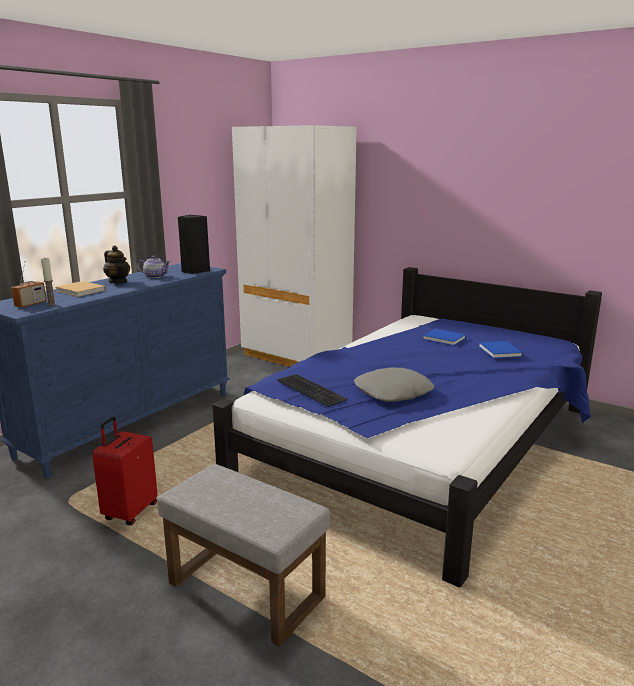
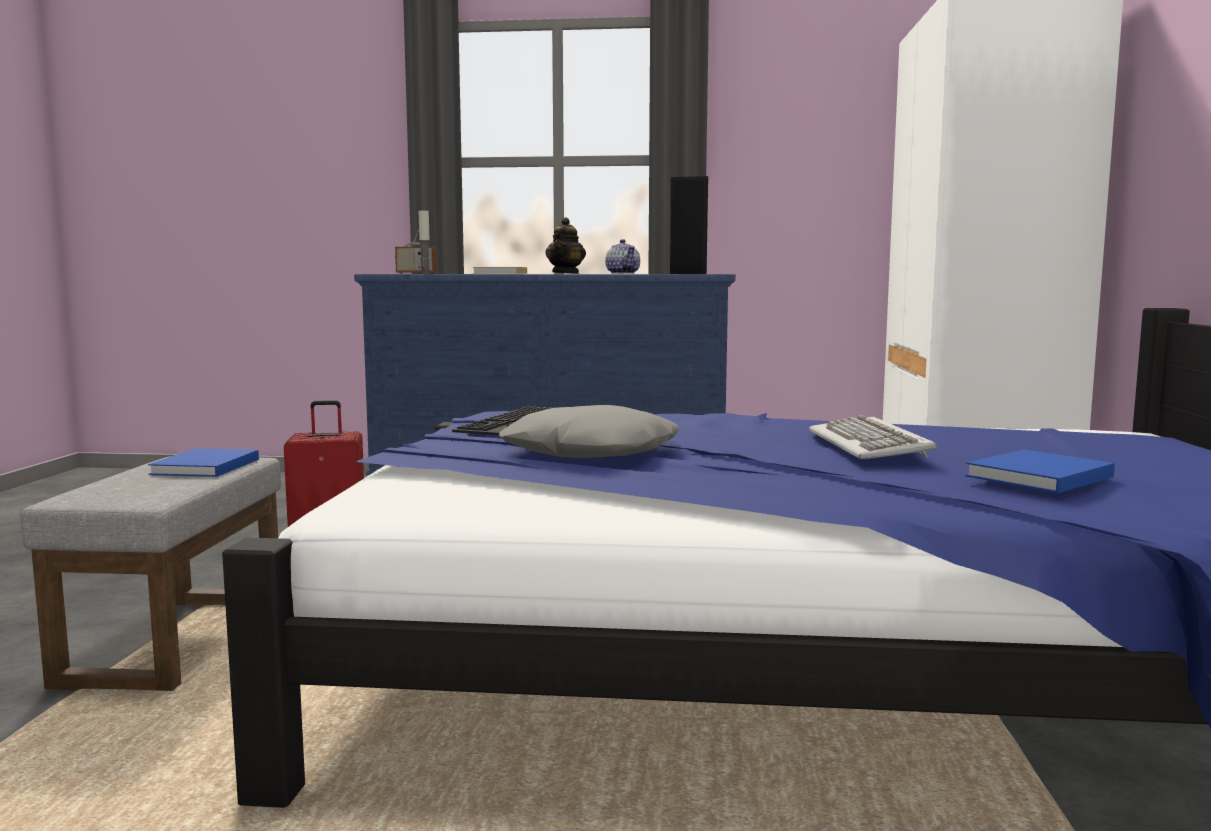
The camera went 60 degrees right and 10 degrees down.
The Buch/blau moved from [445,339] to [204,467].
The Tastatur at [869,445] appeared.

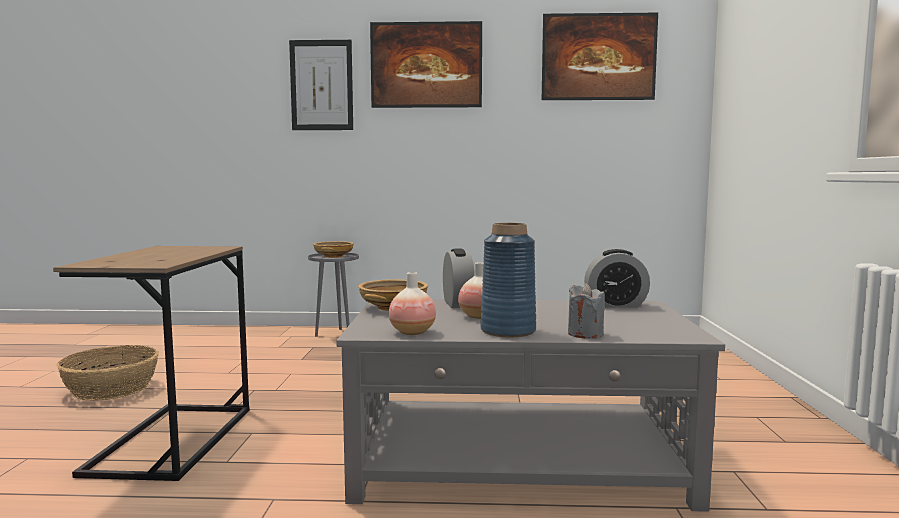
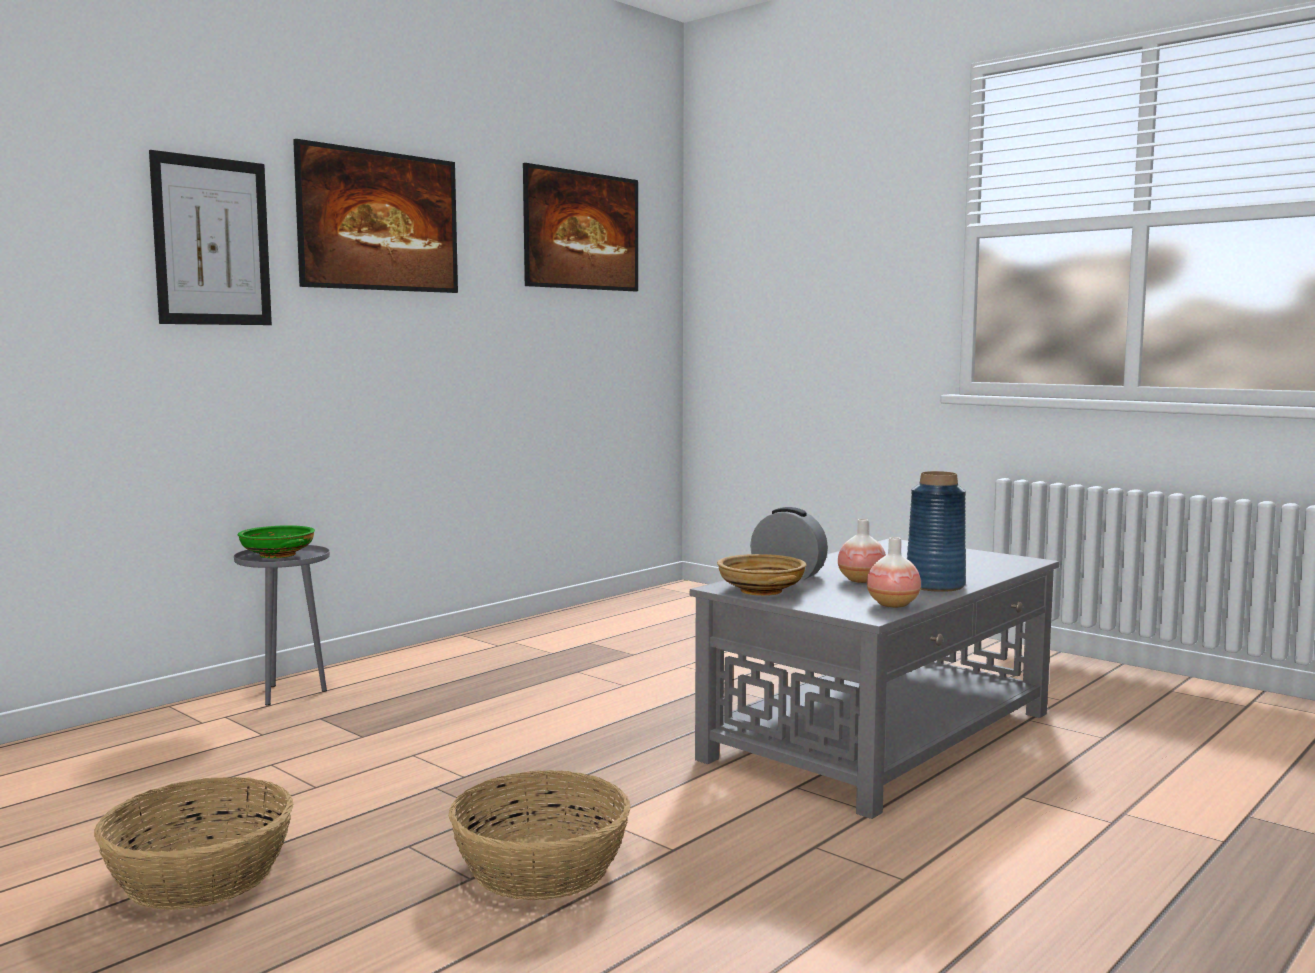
The camera went 50 degrees left and 0 degrees up.
The Schüssel/beige at [333,256] became the Schüssel/grün at [277,555].
The Beistelltisch/braun at [172,440] was replaced by the Korb at [542,867].
The Wecker at [615,305] disappeared.
The Kerze/grau at [585,334] disappeared.

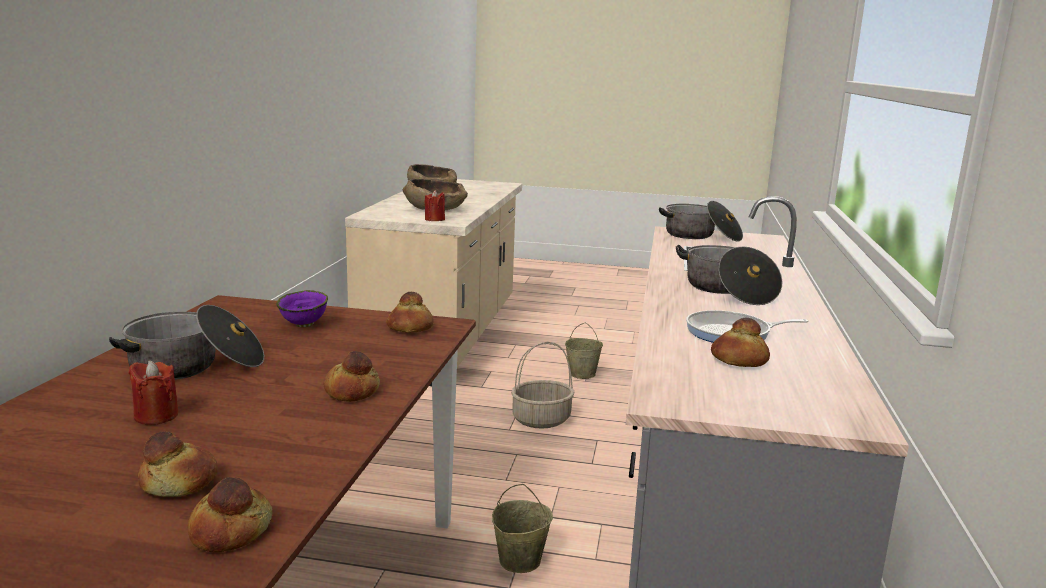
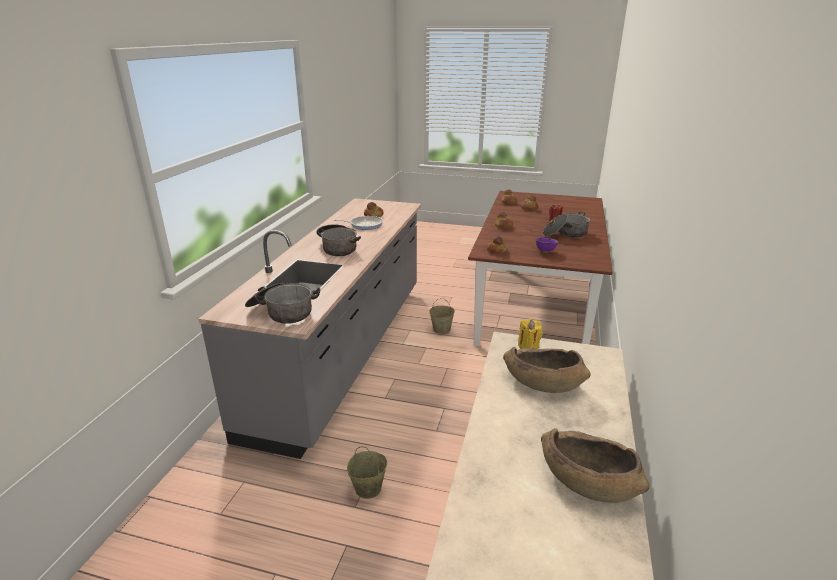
The camera went 175 degrees left and 10 degrees up.
The Kerze/rot at [434,219] became the Kerze/gelb at [528,346].
The Korb at [541,420] disappeared.

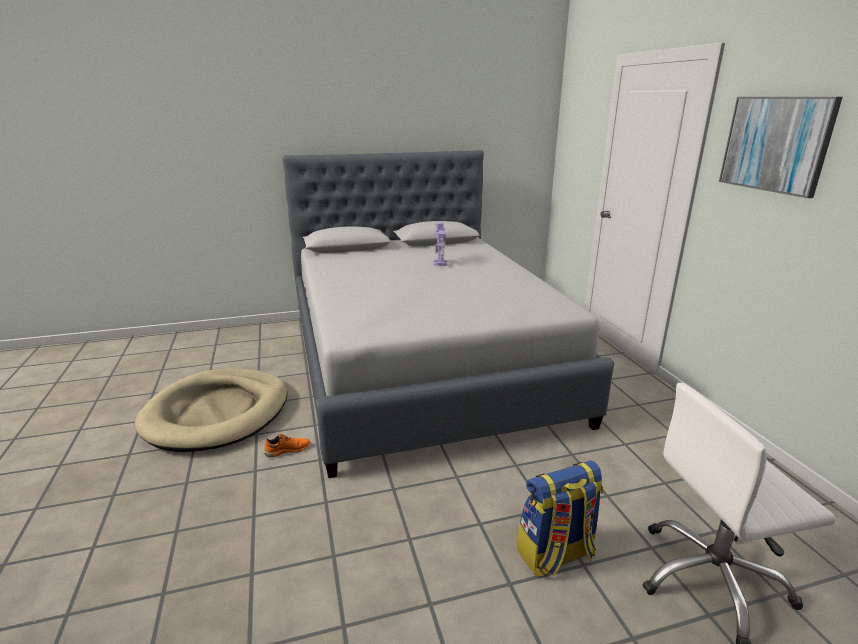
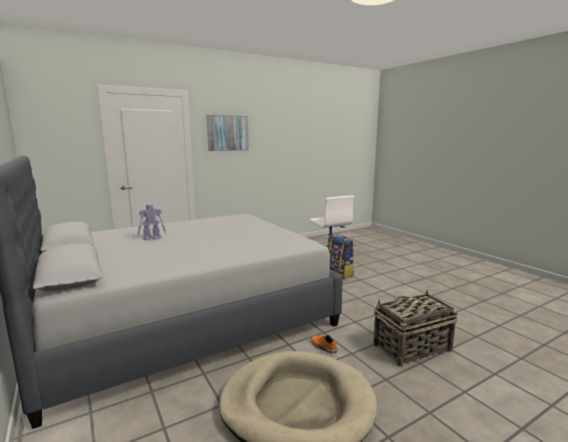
The camera went 105 degrees left and 10 degrees down.
The Korb at [411,347] appeared.

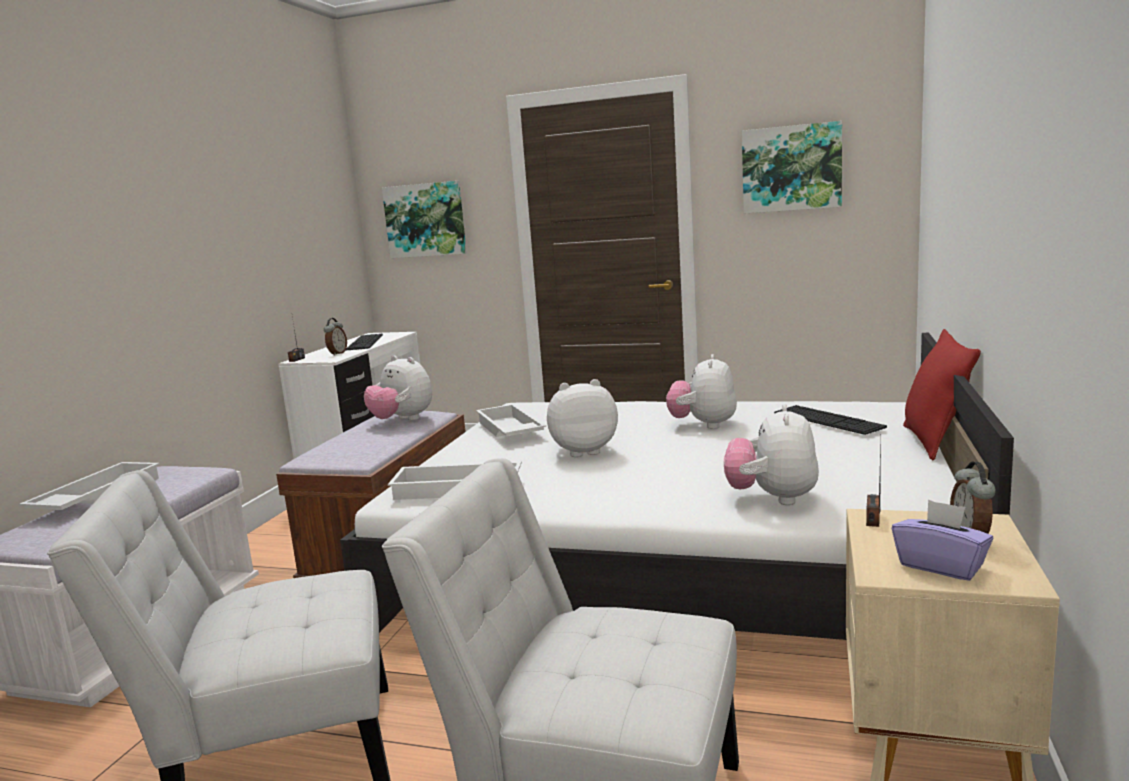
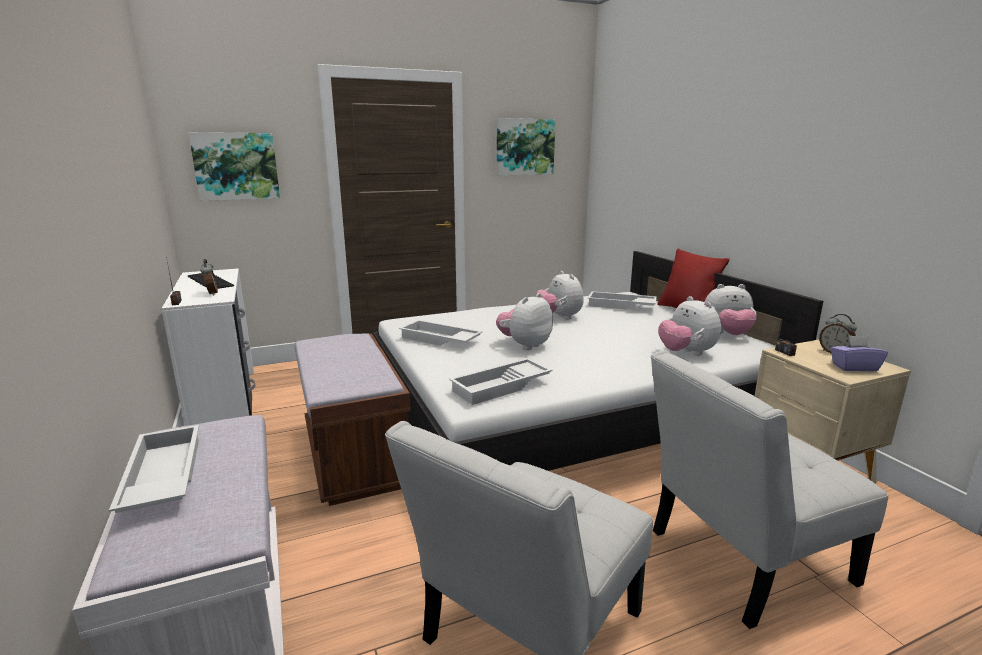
The camera went 40 degrees left and 5 degrees up.
The Plüschtier moved from [402,420] to [727,334].
The Tastatur at [827,420] was replaced by the Tablett/weiß at [620,306].

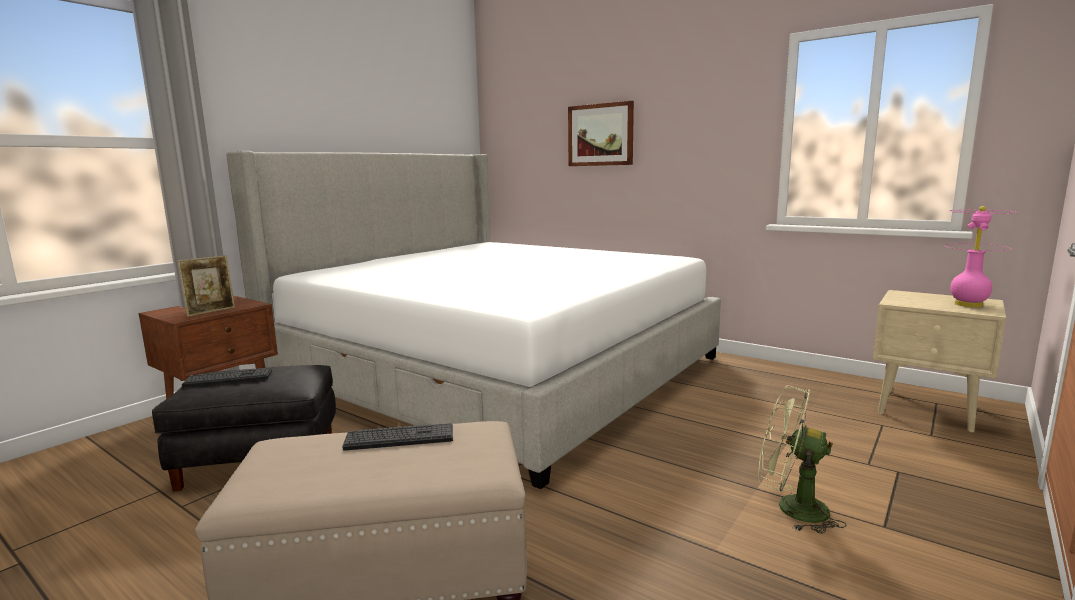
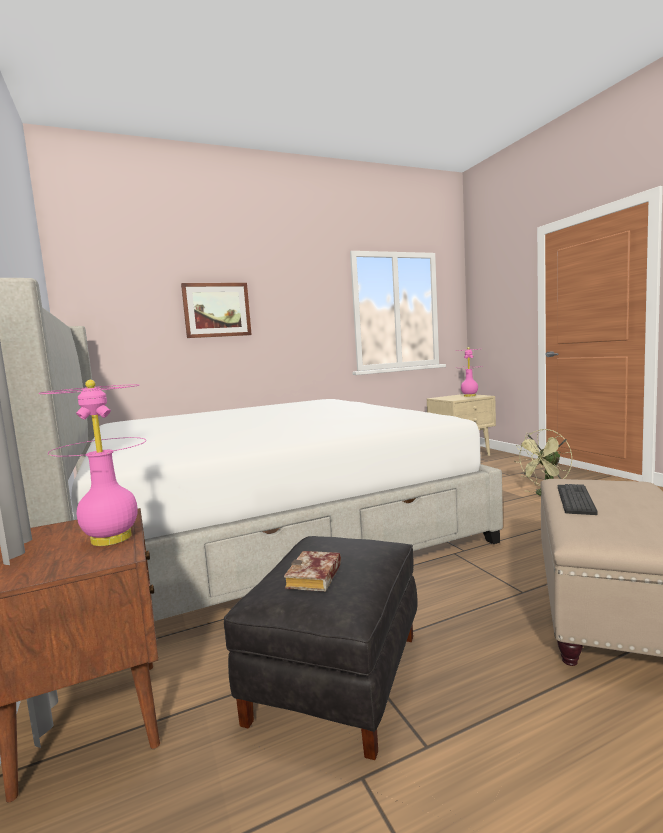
The camera went 60 degrees left and 5 degrees down.
The Bilderrahmen at [211,312] was replaced by the Tischlampe/rosa at [110,538].
The Tastatur at [228,378] was replaced by the Buch at [315,578].

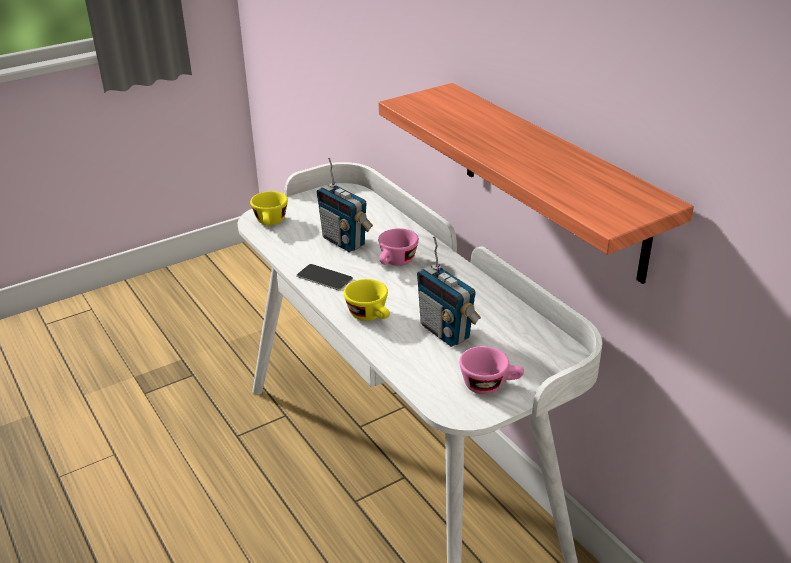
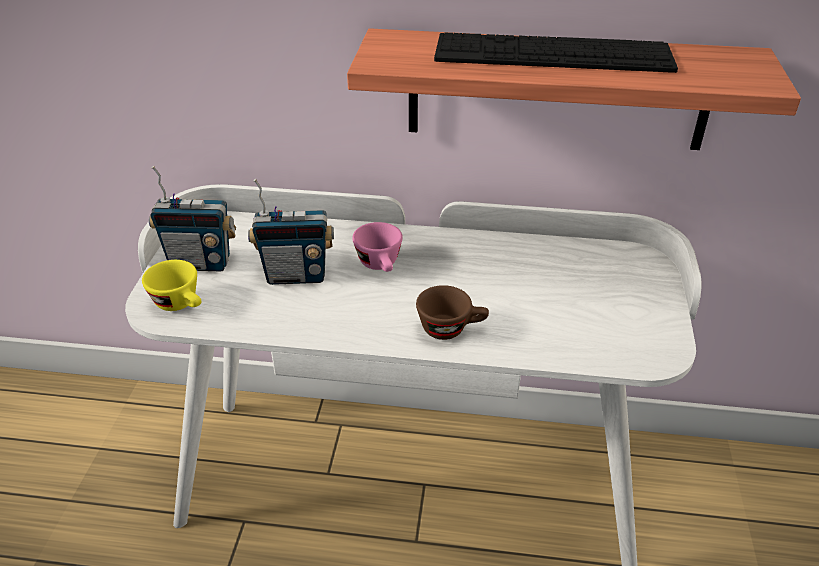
The camera went 50 degrees left and 5 degrees up.
The Radio moved from [445,331] to [200,263].
The Handy at [324,277] disappeared.
The Tasse/gelb at [371,316] became the Tasse/braun at [451,328].
The Tasse/rosa at [490,385] disappeared.
The Tastatur at [552,53] appeared.

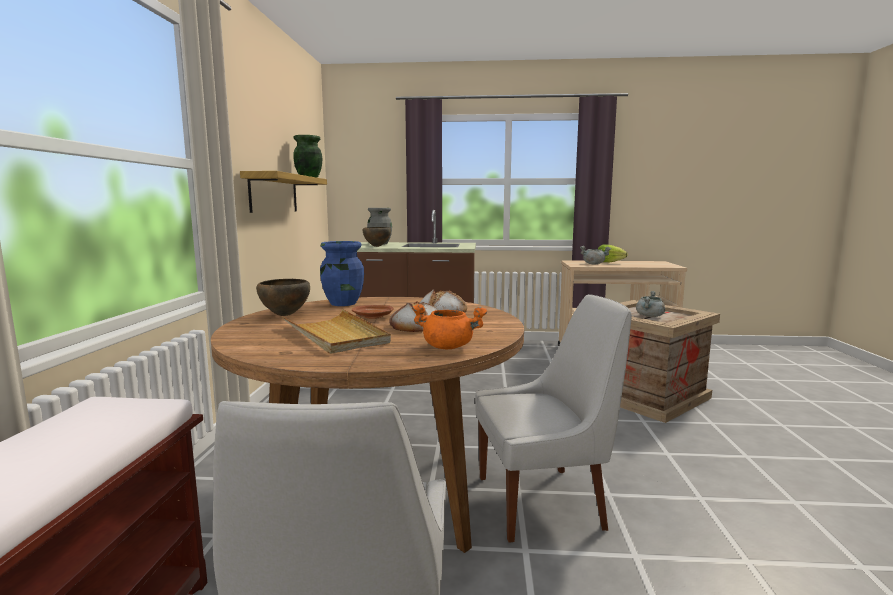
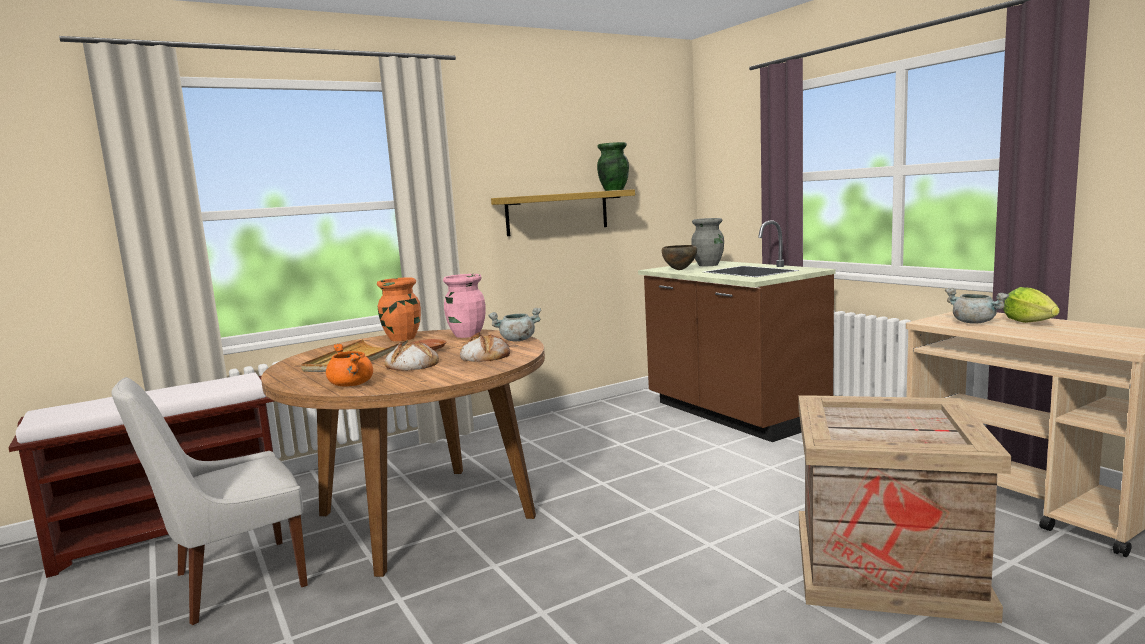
The camera went 55 degrees right and 0 degrees up.
The Vase/blau at [342,303] became the Vase/rosa at [467,335].
The Schüssel/braun at [284,315] was replaced by the Vase/orange at [401,338].
The Kochtopf/grau moved from [650,316] to [517,340].
The Stuhl/weiß at [544,502] disappeared.

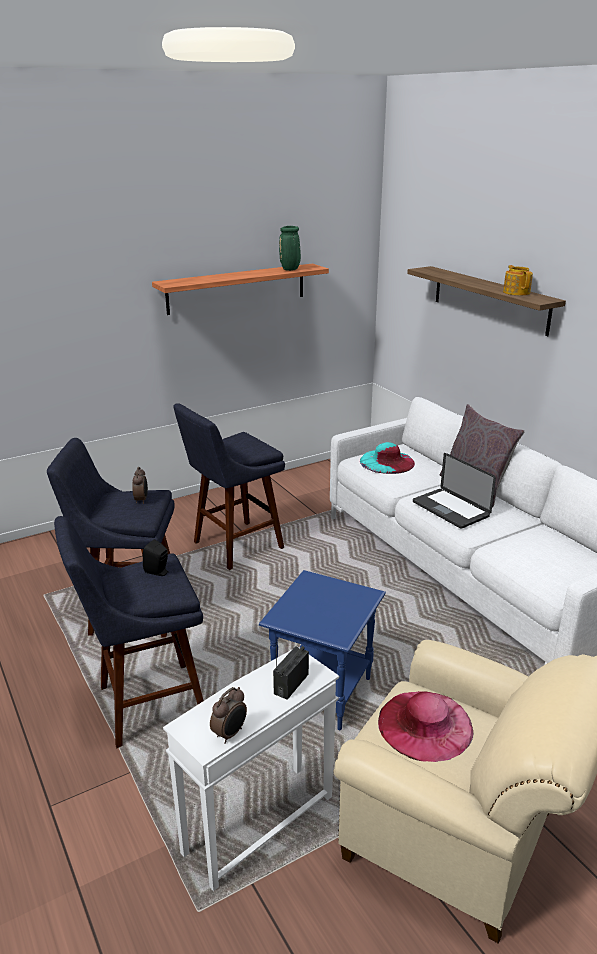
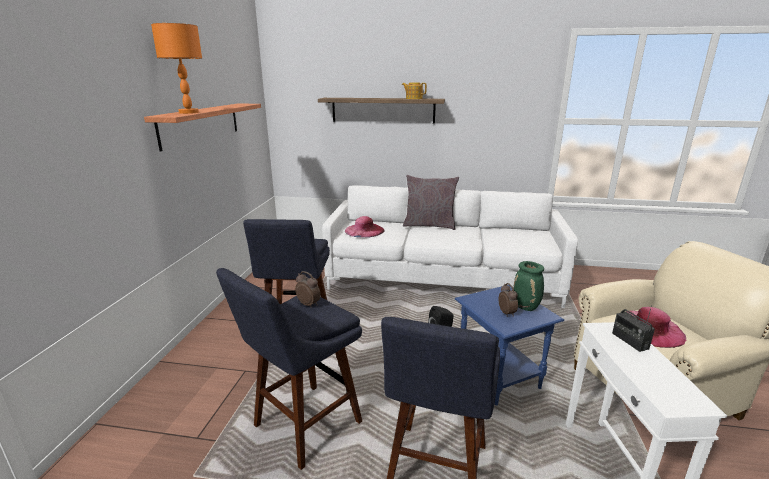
The camera went 50 degrees left and 5 degrees down.
The Vase/grün moved from [290,269] to [526,307].
The Hut/türkis at [387,462] became the Hut/rosa at [364,230].
The Laptop at [450,509] disappeared.
The Wecker moved from [230,734] to [507,313].
The Tischlampe/orange at [188,112] appeared.

